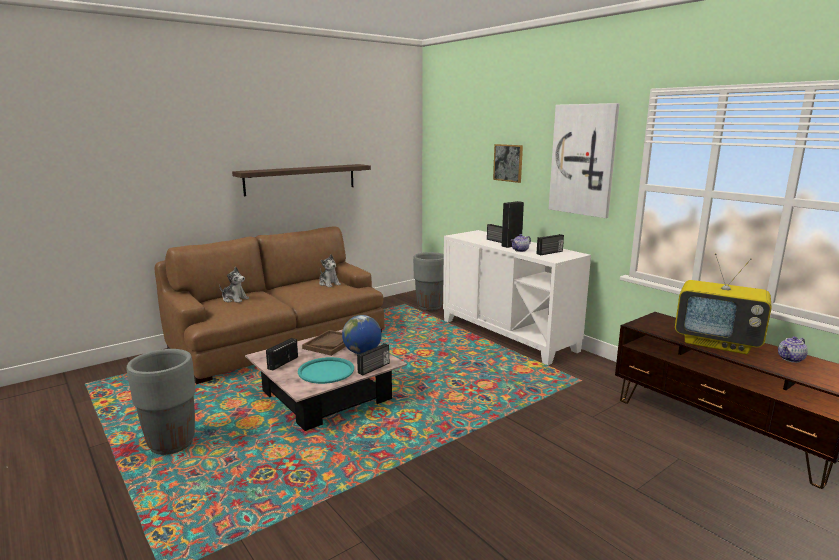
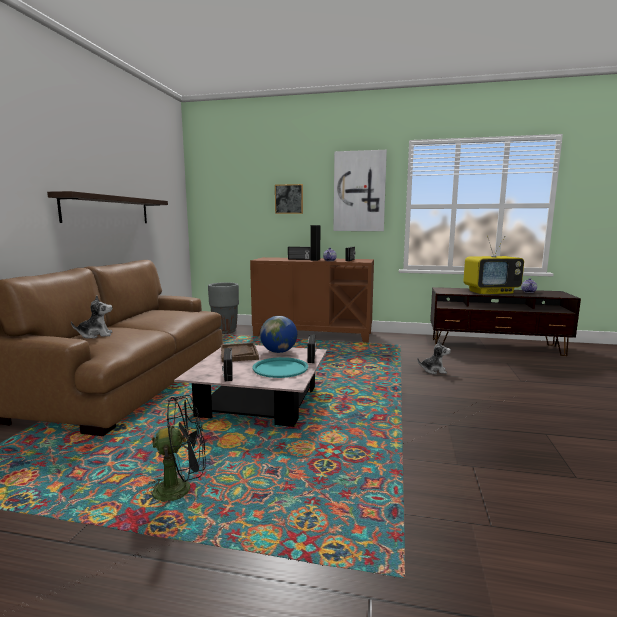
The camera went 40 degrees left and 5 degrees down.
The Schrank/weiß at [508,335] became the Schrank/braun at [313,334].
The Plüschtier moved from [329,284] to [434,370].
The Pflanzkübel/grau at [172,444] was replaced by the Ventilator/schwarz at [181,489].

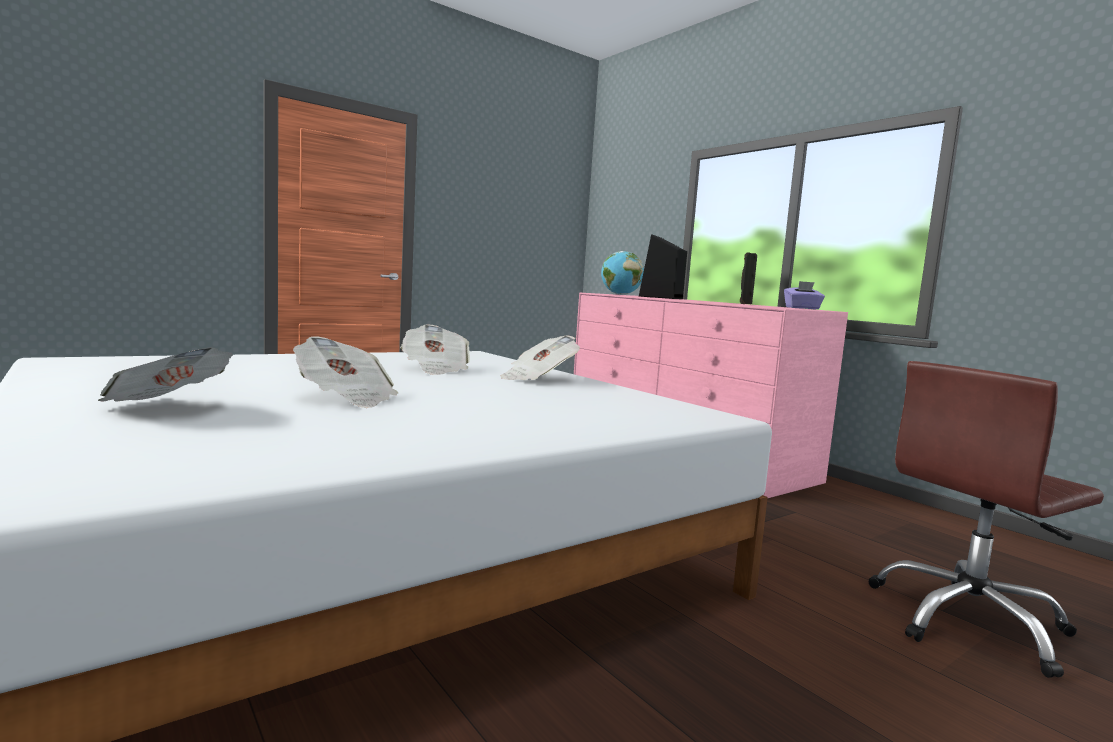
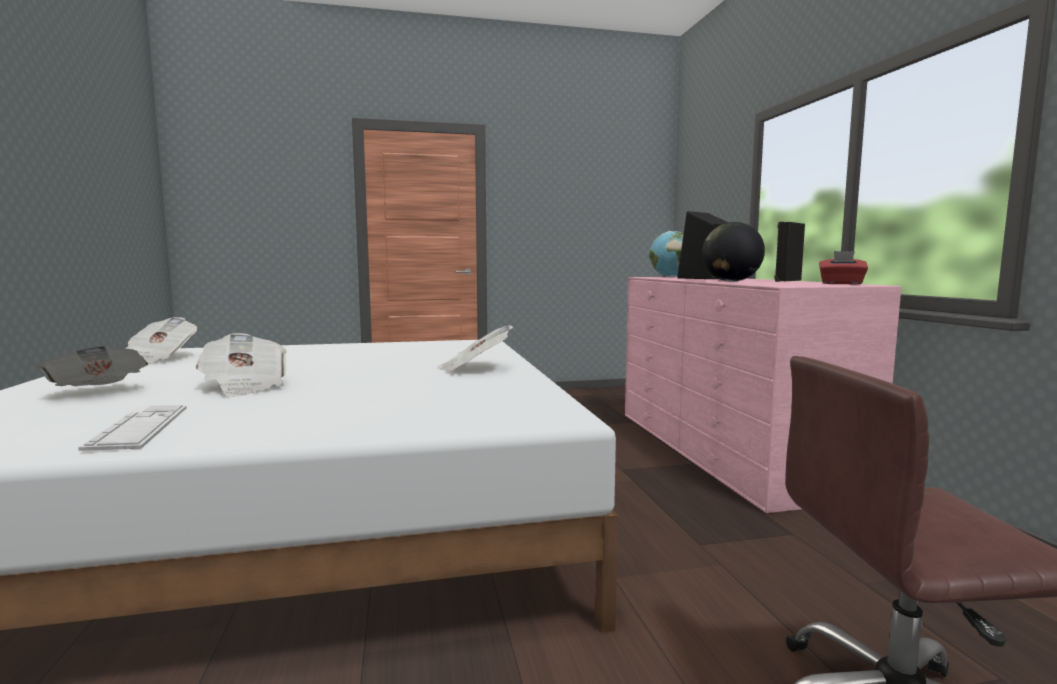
The camera went 25 degrees right and 0 degrees up.
The Taschentuchbox/lila at [802,308] became the Taschentuchbox/rot at [841,284].
The Zeitung moved from [435,369] to [159,358].
The Globus at [731,281] appeared.
The Tastatur at [139,428] appeared.

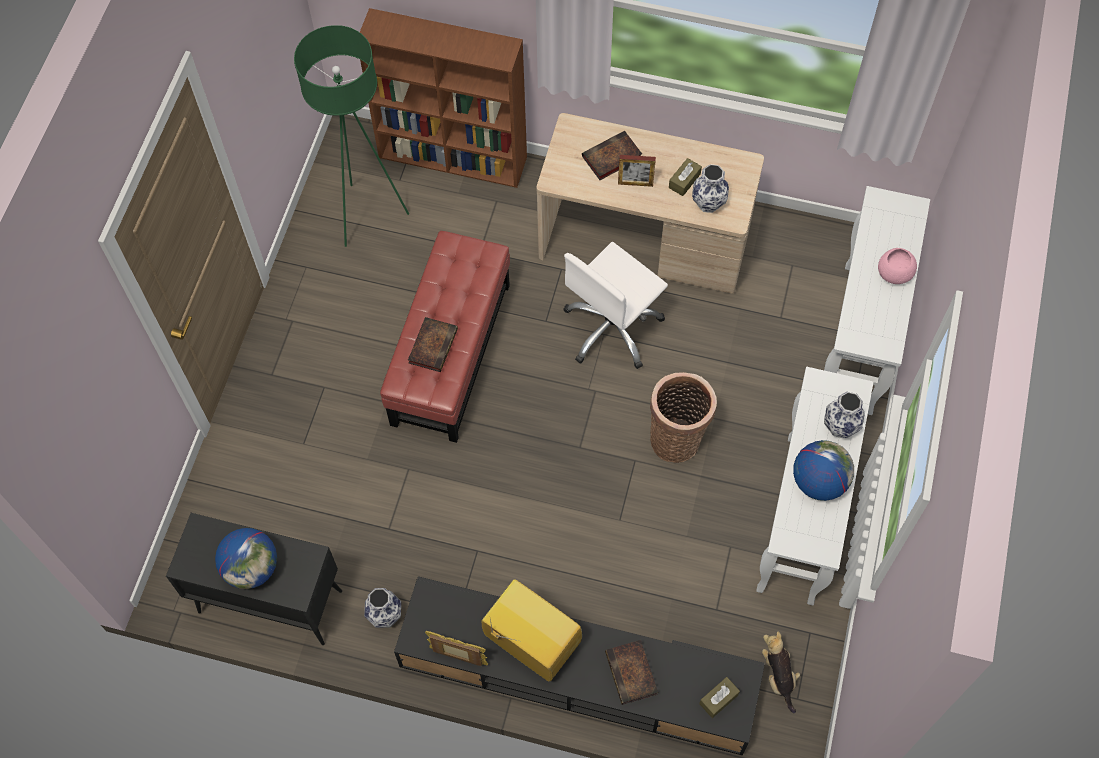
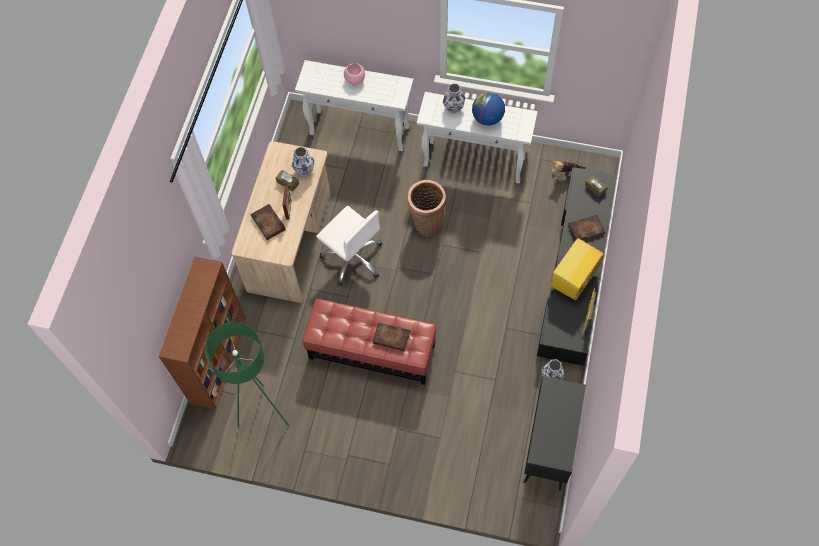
The camera went 90 degrees left and 0 degrees up.
The Globus at [252,568] disappeared.

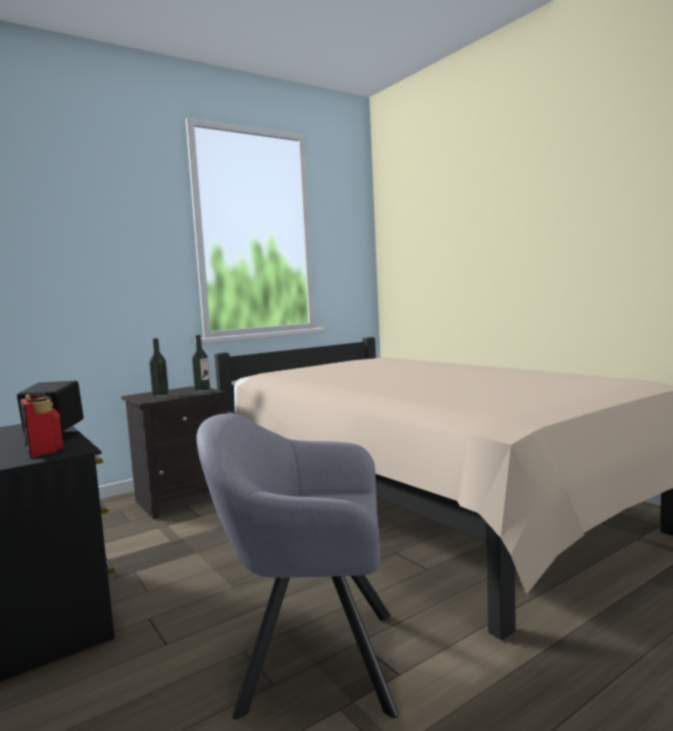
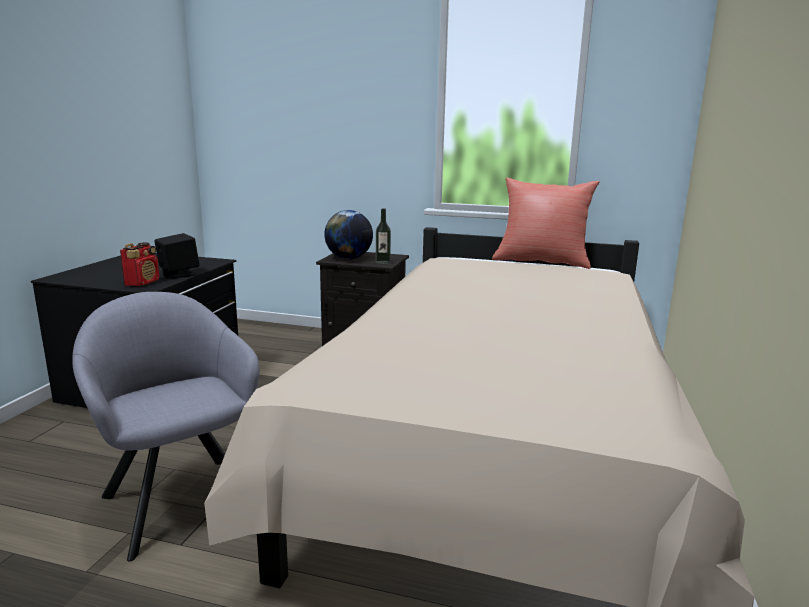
The camera went 50 degrees right and 10 degrees up.
The Flasche at [160,396] was replaced by the Globus at [348,258].
The Kissen/rot at [541,261] appeared.

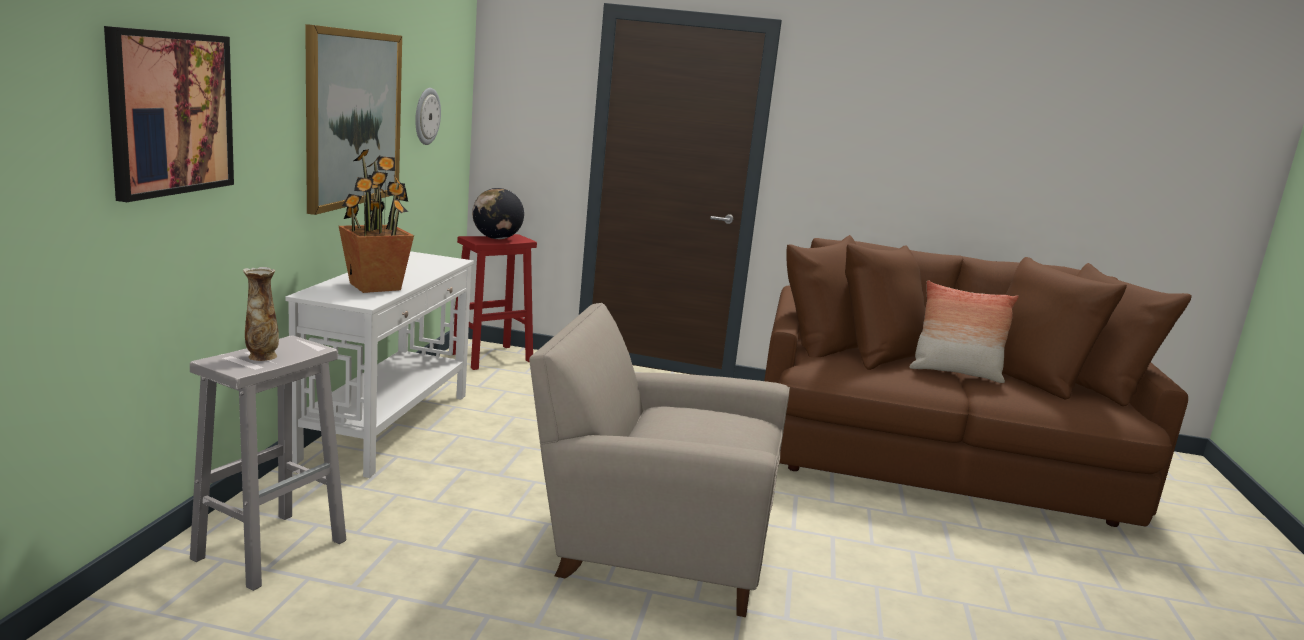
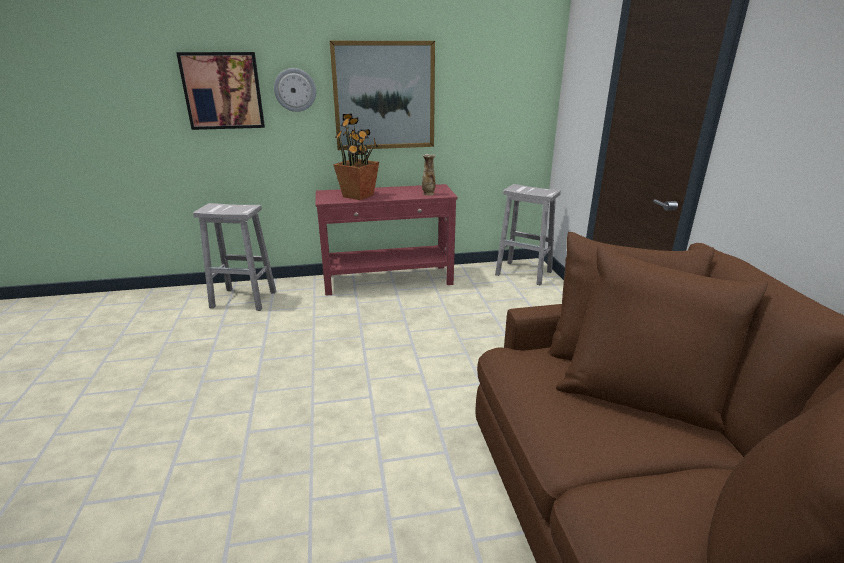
The camera went 70 degrees right and 10 degrees up.
The Wanduhr moved from [426,116] to [295,90].
The Globus at [496,238] disappeared.
The Hocker/rot at [492,357] became the Hocker/weiß at [524,273].
The Konsolentisch/weiß at [389,425] became the Konsolentisch/rot at [388,280].
The Vase moved from [262,356] to [428,193].
The Kissen at [955,373] disappeared.
The Sessel/beige at [653,545] disappeared.

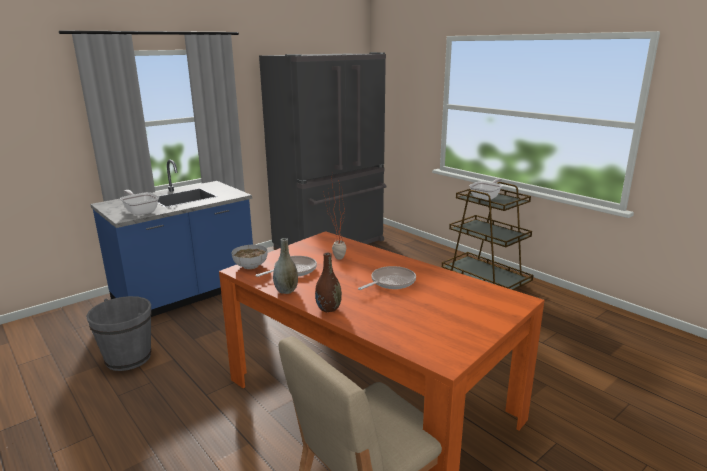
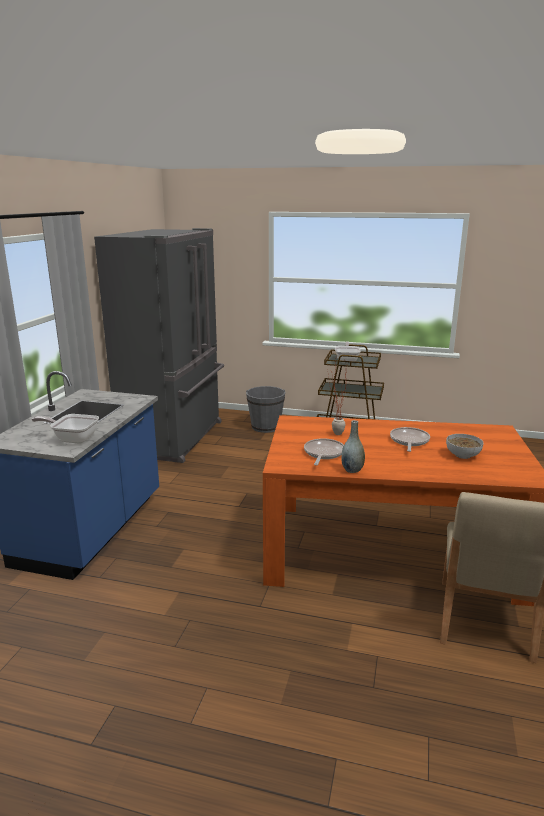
The camera went 35 degrees left and 0 degrees up.
The Schüssel moved from [250,266] to [462,455].
The Vase/braun at [328,309] disappeared.
The Eimer/grau moved from [128,358] to [265,427].

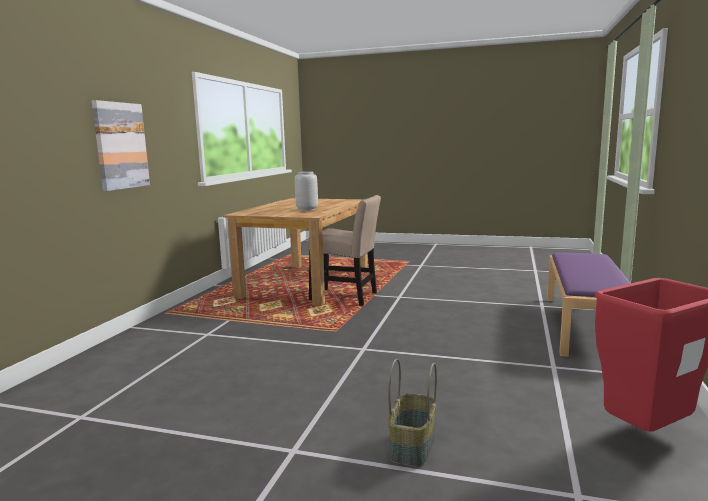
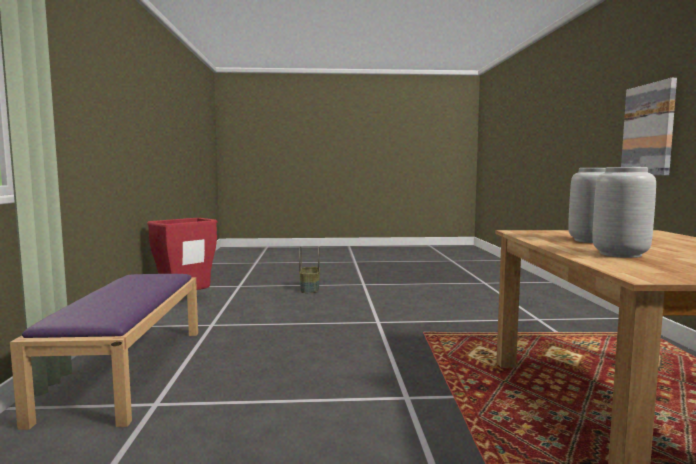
The camera went 160 degrees right and 5 degrees down.
The Stuhl/beige at [347,297] disappeared.
The Vase/grau at [620,254] appeared.

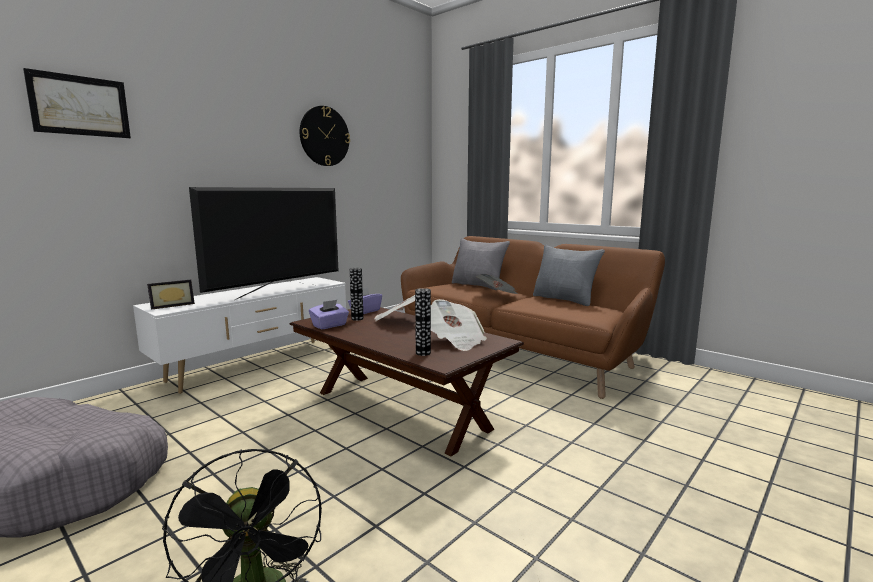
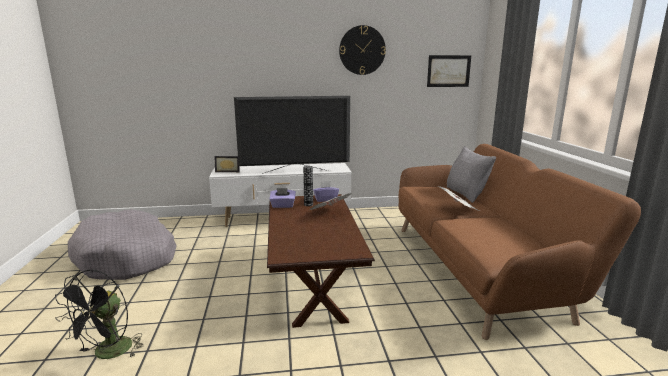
The camera went 40 degrees right and 5 degrees up.
The Bild moved from [80,105] to [448,71].
The Kissen/grau at [564,300] disappeared.
The Vase at [423,353] disappeared.
The Zeitung at [455,341] disappeared.

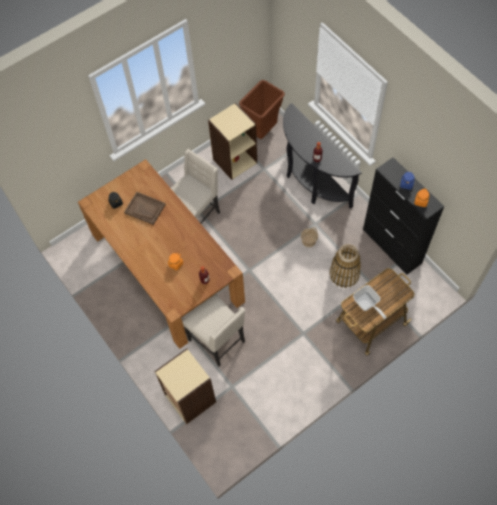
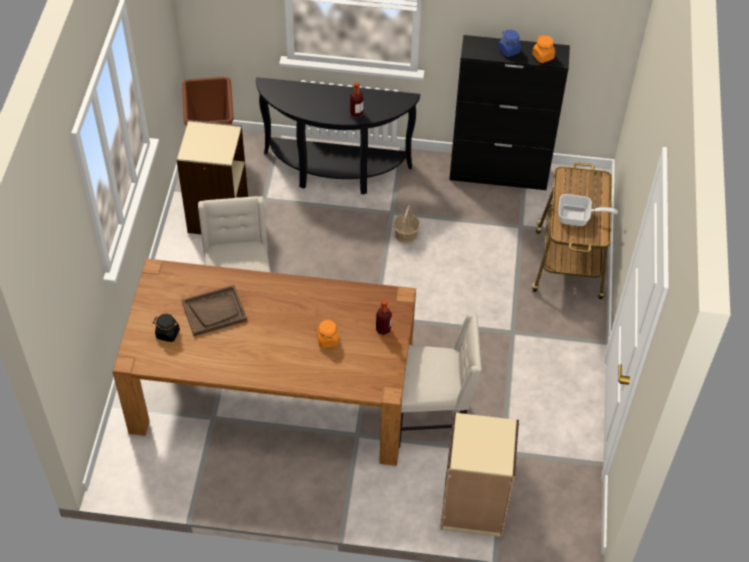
The camera went 50 degrees left and 10 degrees down.
The Korb at [344,274] disappeared.

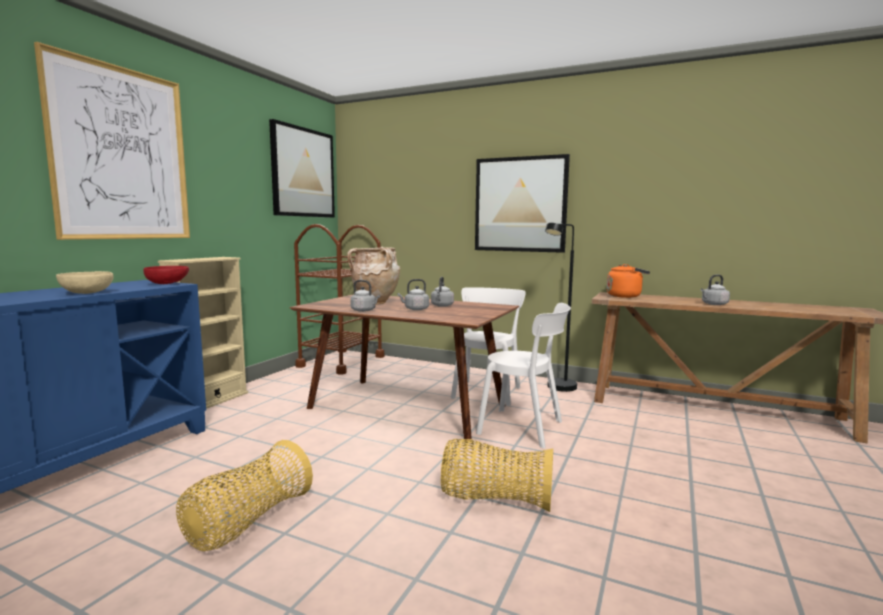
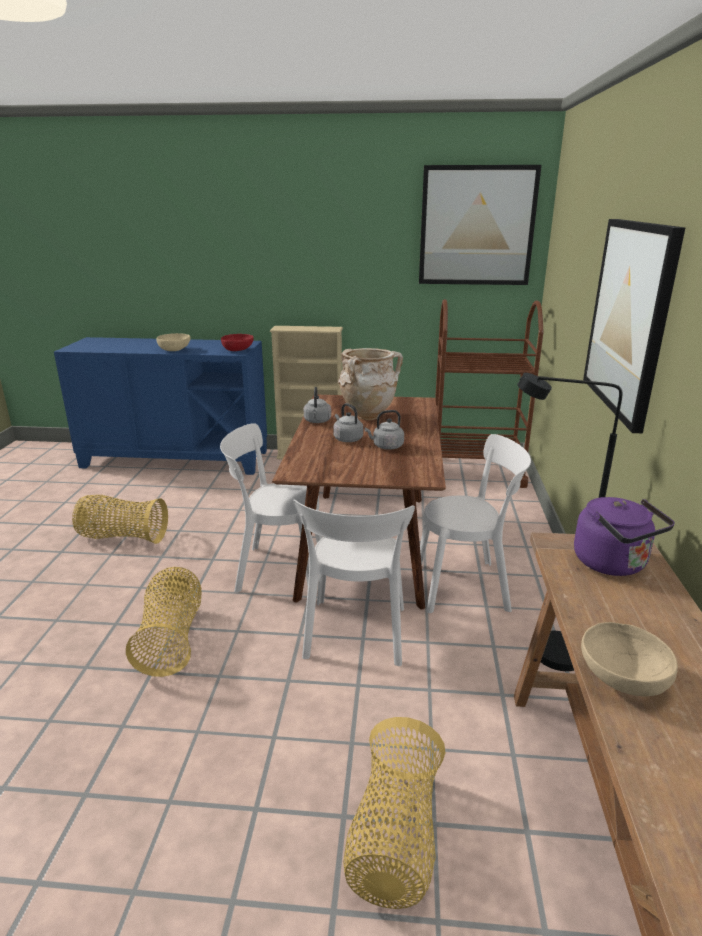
The camera went 70 degrees right and 15 degrees up.
The Bild at [121,154] disappeared.
The Wasserkessel/orange at [625,296] became the Wasserkessel/lila at [613,564].
The Wasserkessel/grau at [713,304] was replaced by the Schüssel/beige at [621,678].
The Stuhl/weiß at [276,569] appeared.
The Korb at [394,837] appeared.

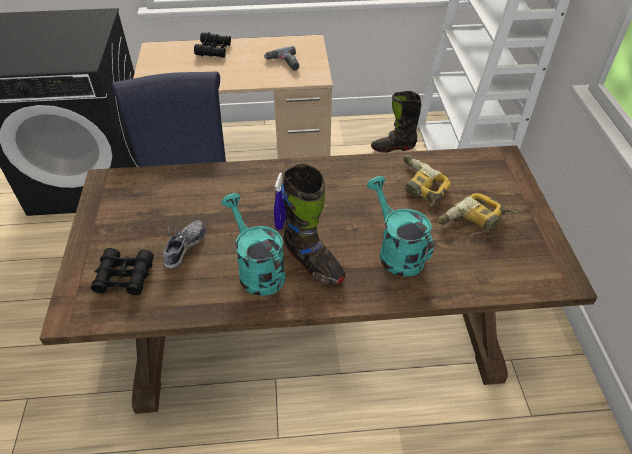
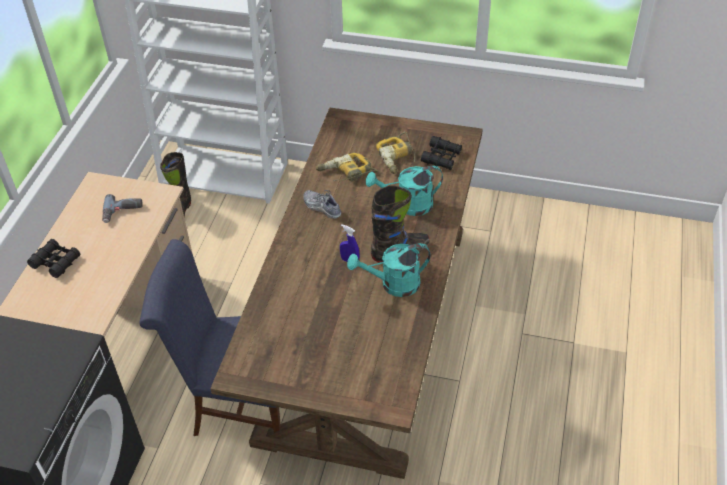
The camera went 70 degrees left and 0 degrees up.
The Schuh moved from [185,247] to [322,207].
The Fernglas/schwarz moved from [125,277] to [441,157].

